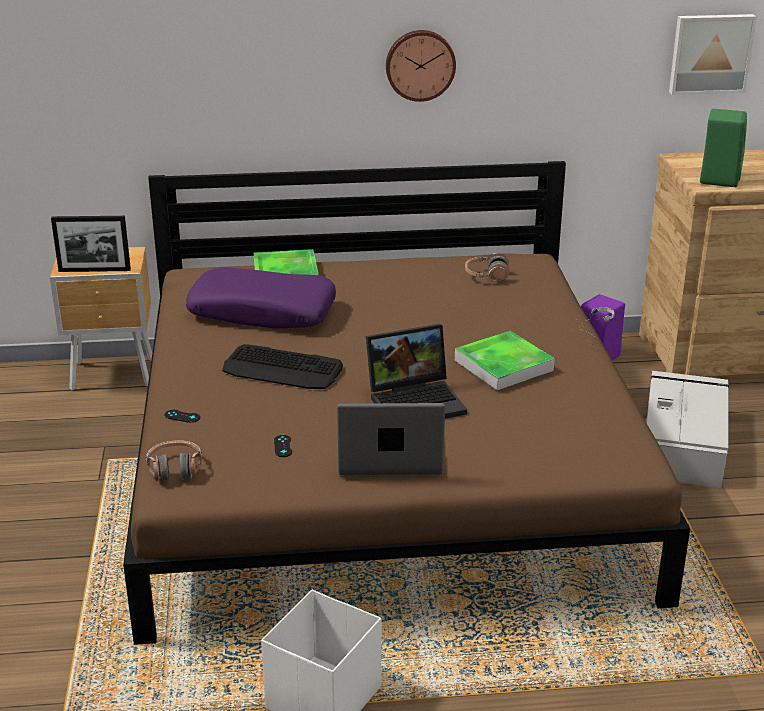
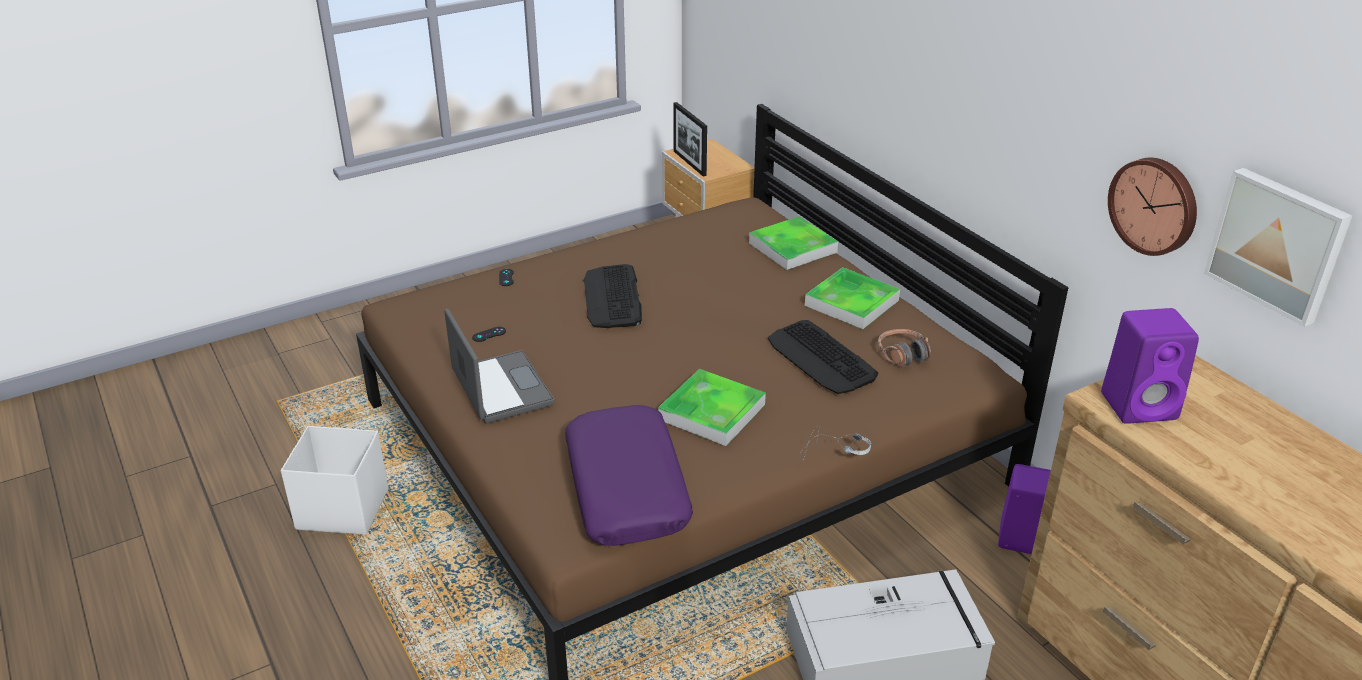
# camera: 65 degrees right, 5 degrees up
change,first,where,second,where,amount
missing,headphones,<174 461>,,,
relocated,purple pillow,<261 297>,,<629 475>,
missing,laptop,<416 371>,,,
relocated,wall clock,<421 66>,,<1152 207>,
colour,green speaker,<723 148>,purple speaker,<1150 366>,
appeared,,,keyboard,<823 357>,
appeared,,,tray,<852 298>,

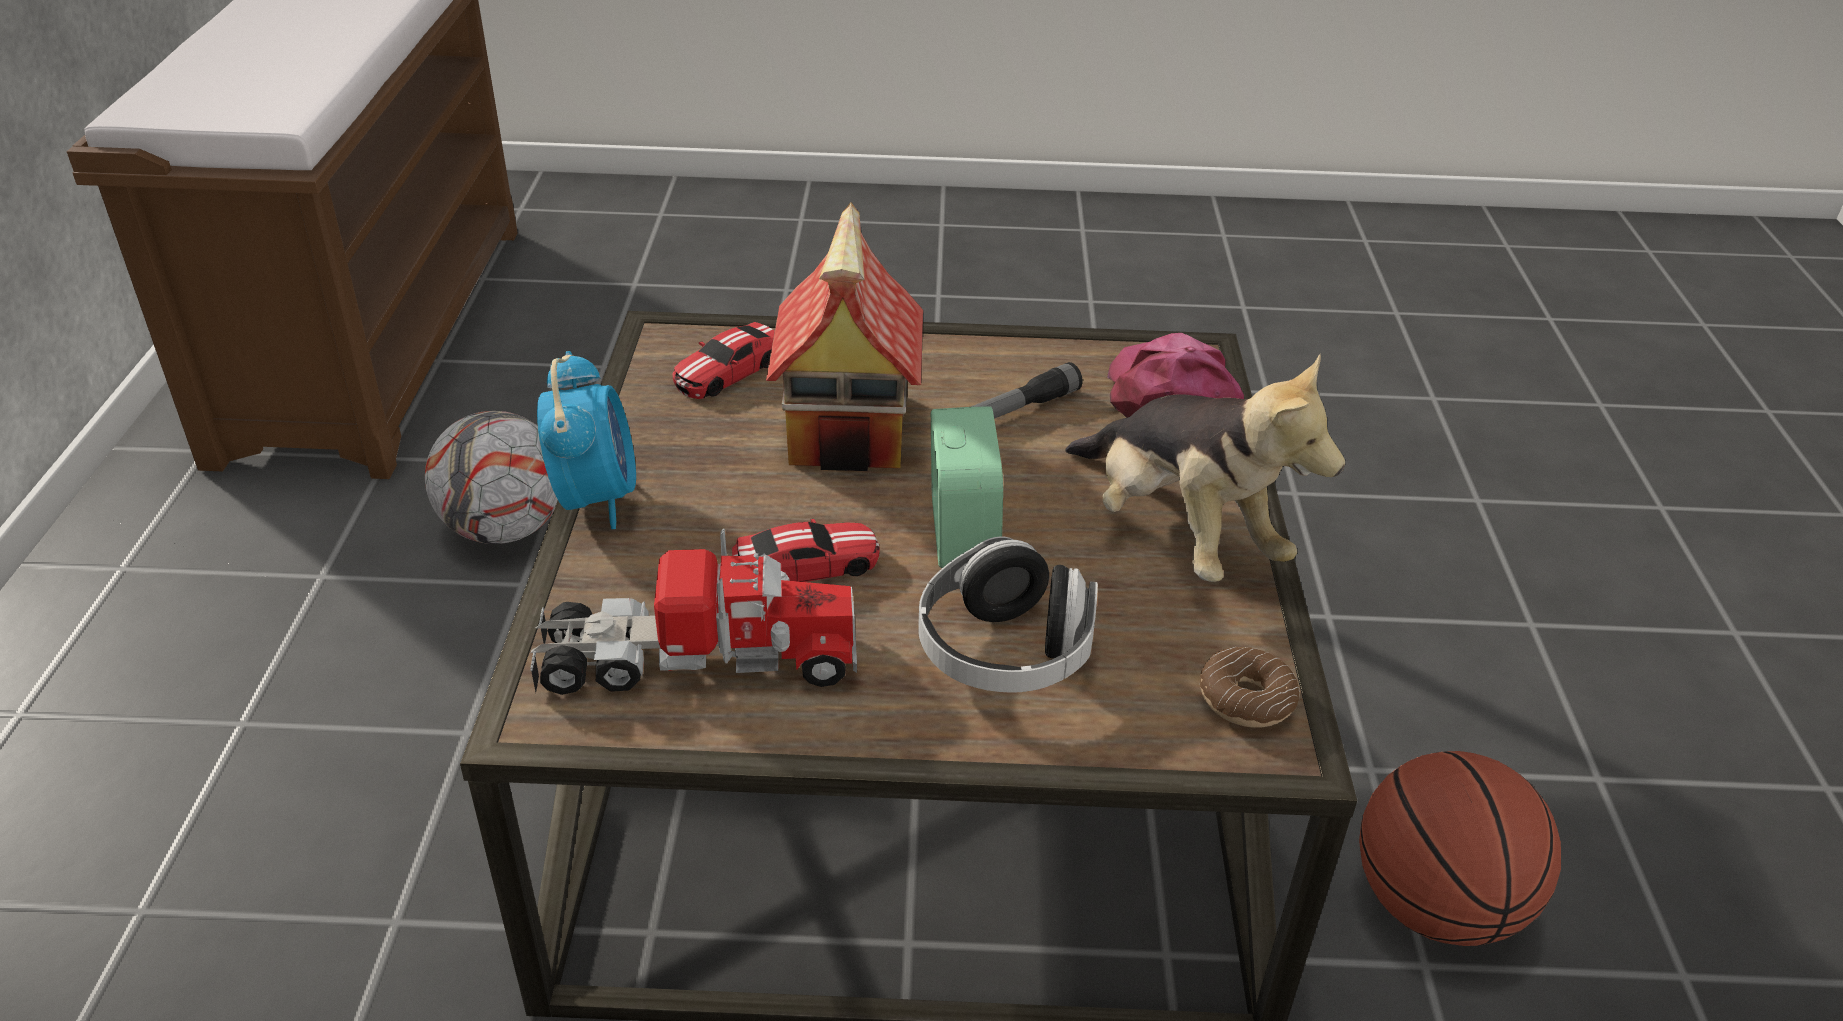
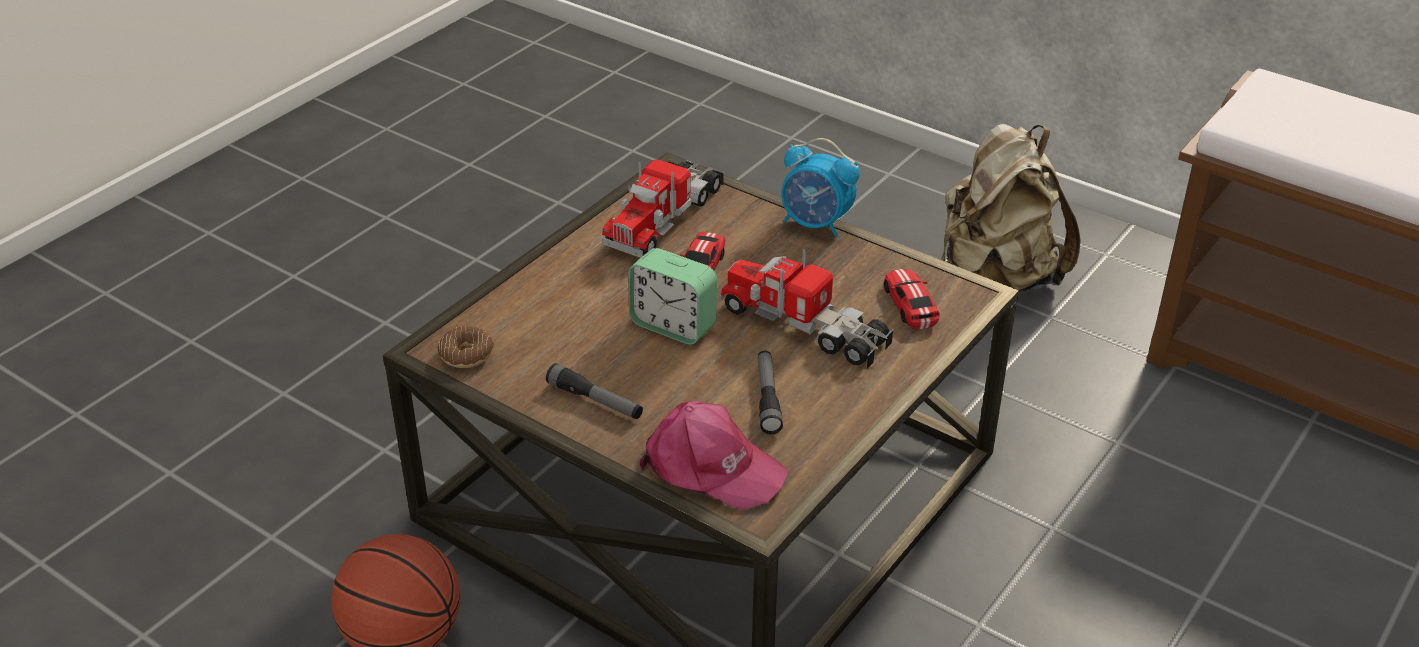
# camera: 125 degrees right, 0 degrees up
change,first,where,second,where,amount
missing,football,<491 477>,,,
exchanged,toy house,<844 337>,toy truck,<806 309>,
missing,headphones,<1008 614>,,,
exchanged,plush toy,<1205 468>,flashlight,<594 391>,
appeared,,,beige backpack,<1011 208>,

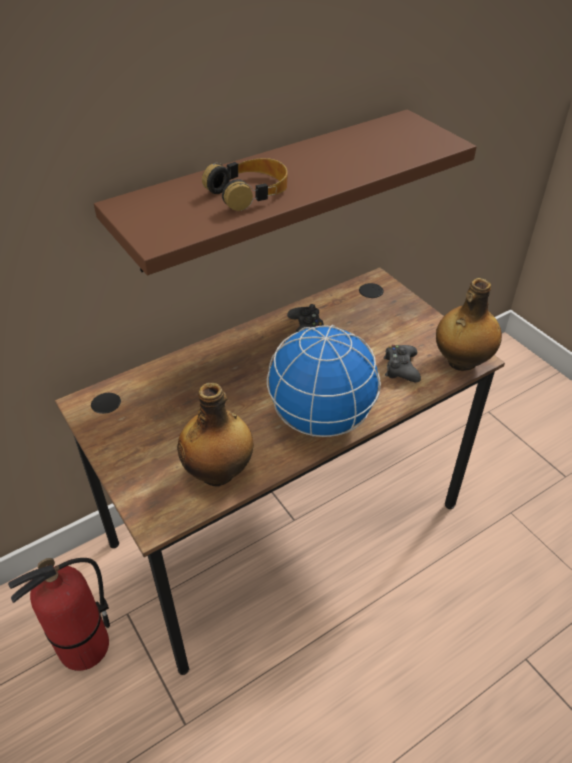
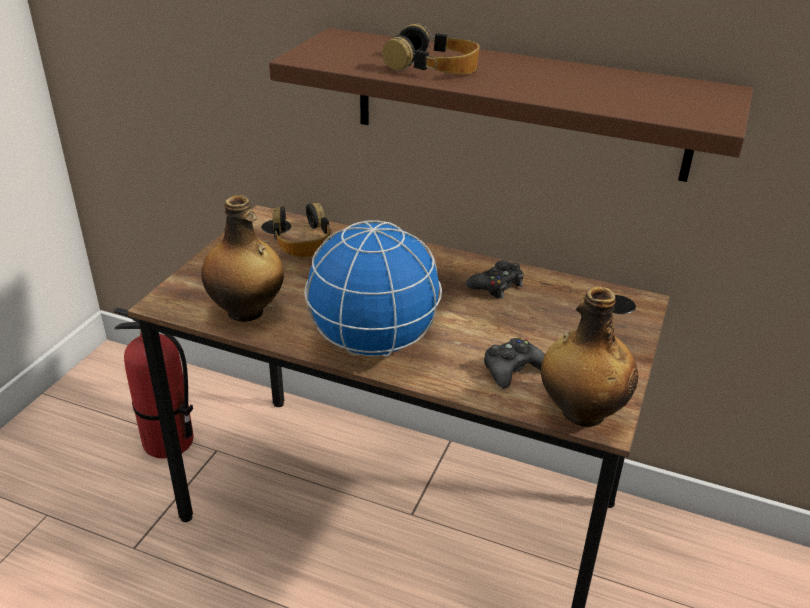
# camera: 55 degrees right, 10 degrees down
change,first,where,second,where,amount
appeared,,,headphones,<301 230>,

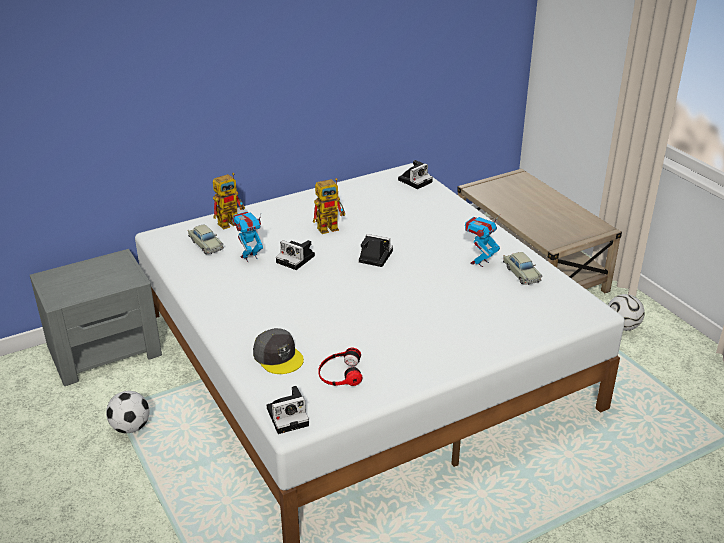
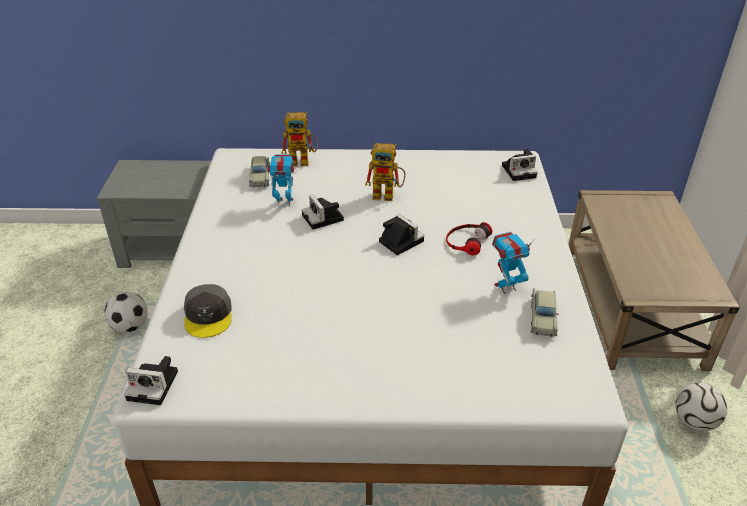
# camera: 30 degrees right, 5 degrees up
change,first,where,second,where,amount
relocated,headphones,<340 367>,,<469 238>,

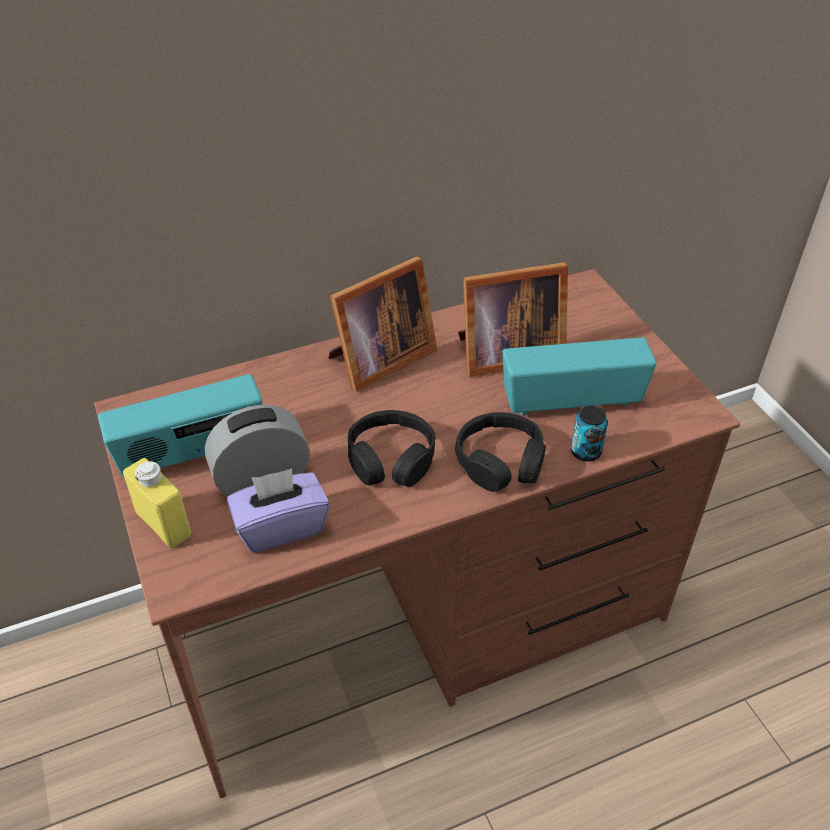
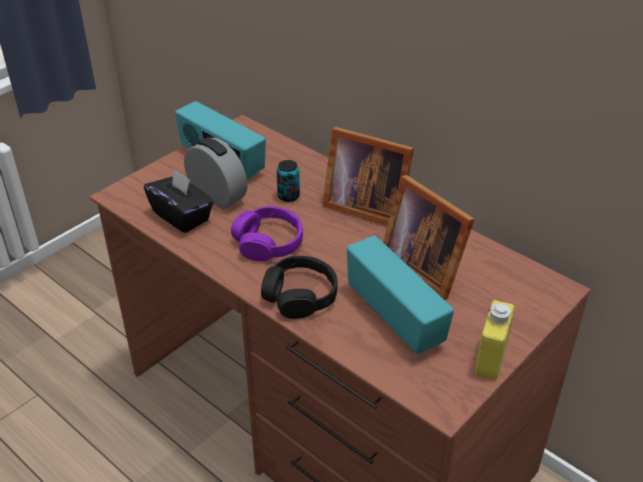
# camera: 65 degrees right, 5 degrees down
change,first,where,second,where,amount
relocated,yellow bottle,<157 503>,,<495 340>,
colour,purple tissue box,<278 511>,black tissue box,<179 200>,
colour,black headphones,<391 448>,purple headphones,<267 233>,
relocated,can,<589 434>,,<288 181>,

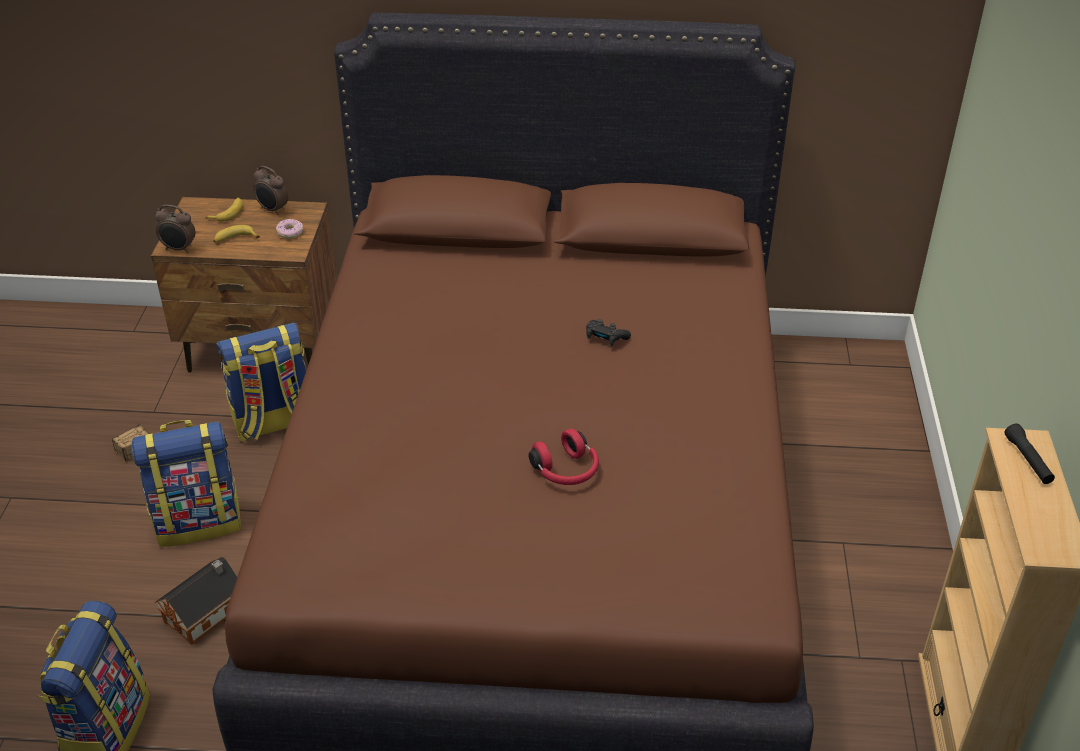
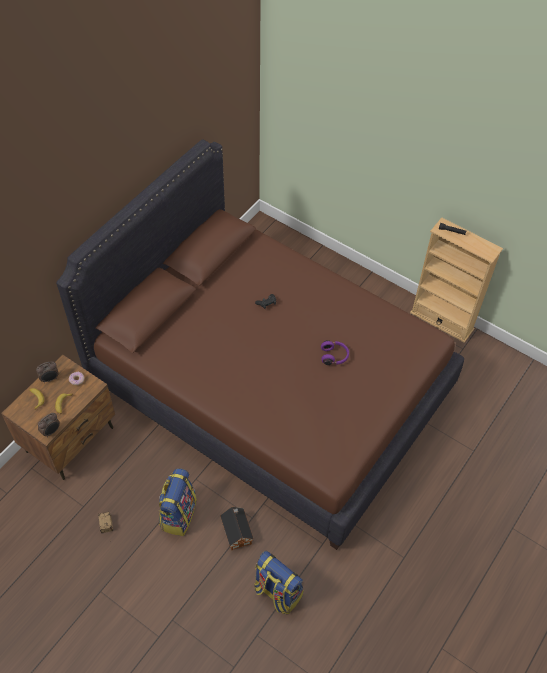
# camera: 60 degrees left, 15 degrees up
change,first,where,second,where,amount
missing,backpack,<261 382>,,,
colour,red headphones,<564 457>,purple headphones,<335 352>,

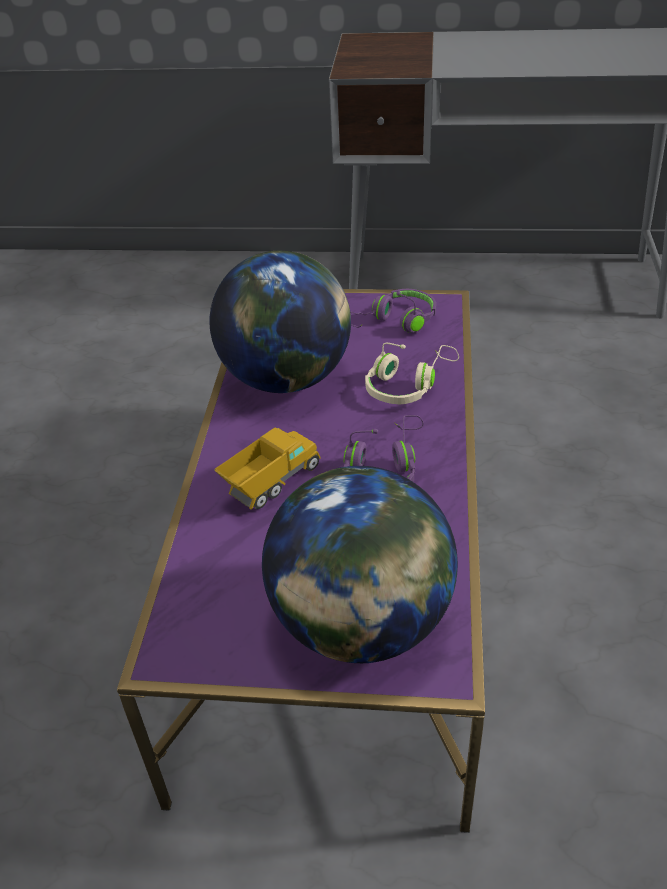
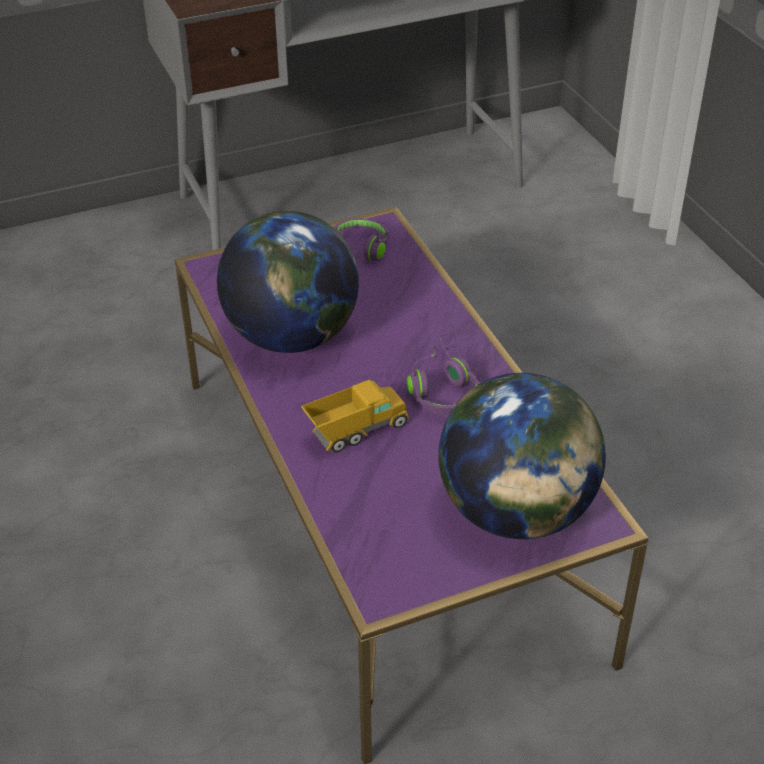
# camera: 30 degrees left, 0 degrees up
change,first,where,second,where,amount
spun,toy truck,<267 468>,,<355 416>,45 degrees clockwise
missing,beige headphones,<412 373>,,,

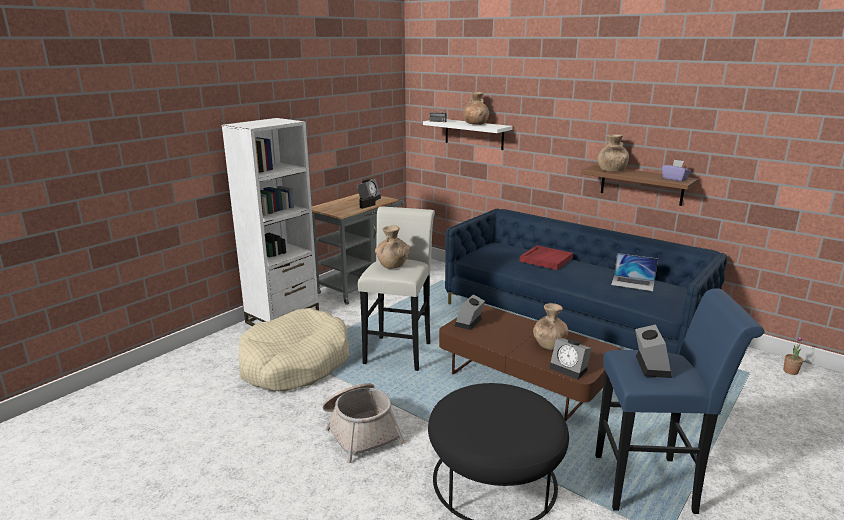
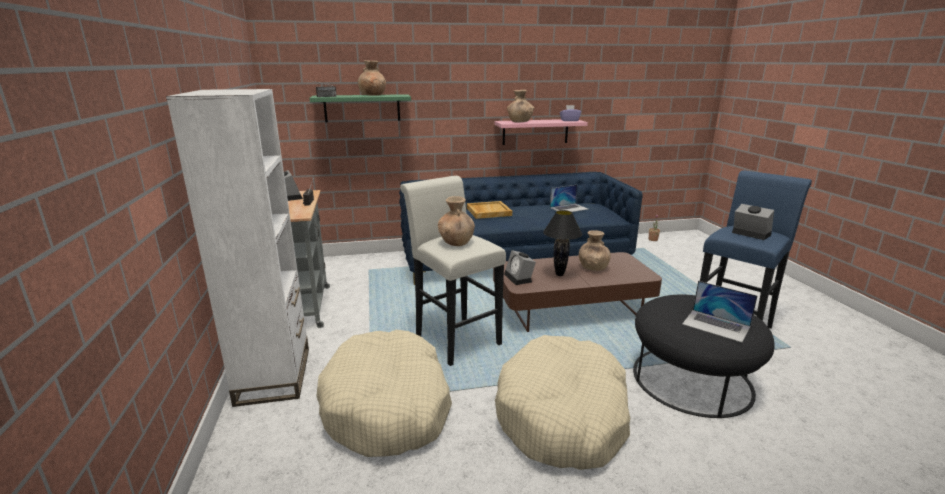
# camera: 50 degrees left, 0 degrees up
change,first,where,second,where,amount
exchanged,basket,<363 423>,beige dog bed,<562 402>,
colour,white shelf,<468 134>,green shelf,<360 108>,
colour,red tray,<546 257>,beige tray,<489 210>,
missing,alarm clock,<570 358>,,,
colour,brown shelf,<639 185>,pink shelf,<541 132>,
appeared,,,black table lamp,<562 243>,
appeared,,,laptop,<719 311>,

